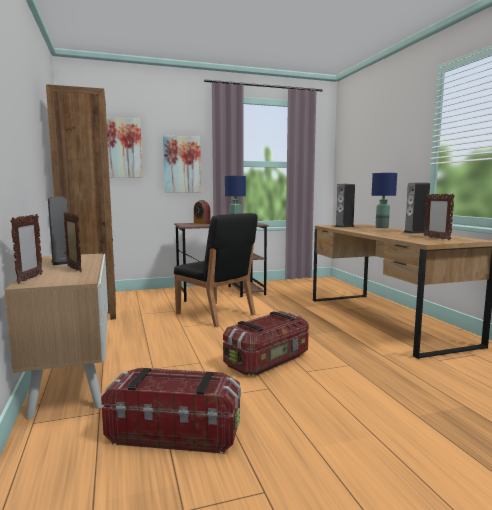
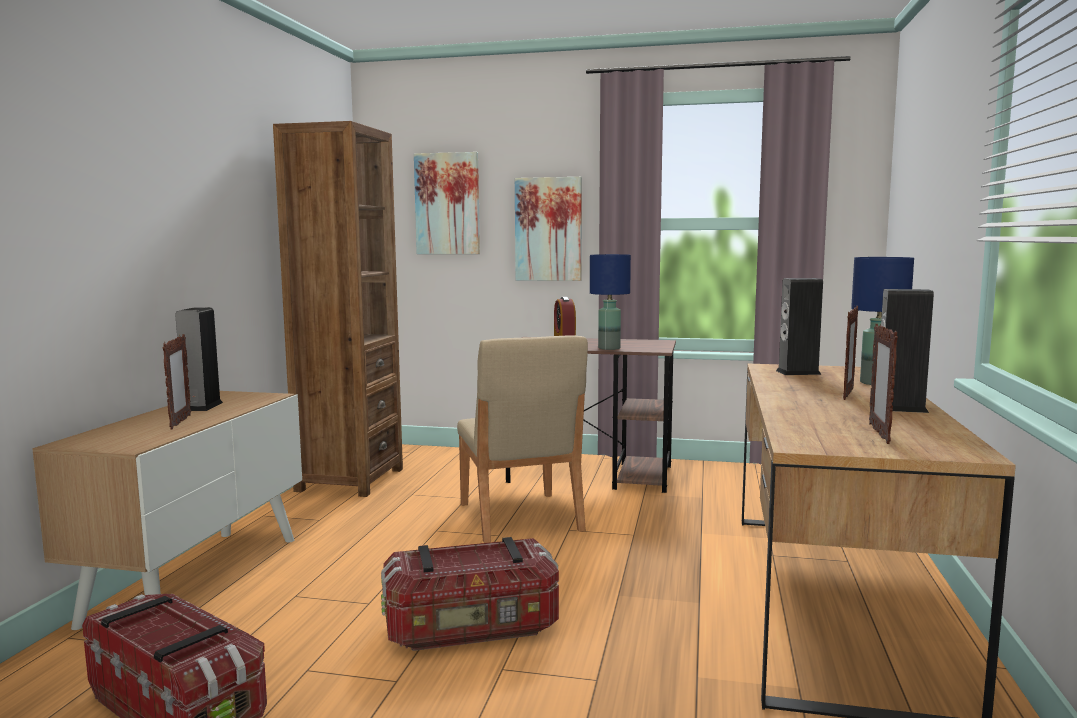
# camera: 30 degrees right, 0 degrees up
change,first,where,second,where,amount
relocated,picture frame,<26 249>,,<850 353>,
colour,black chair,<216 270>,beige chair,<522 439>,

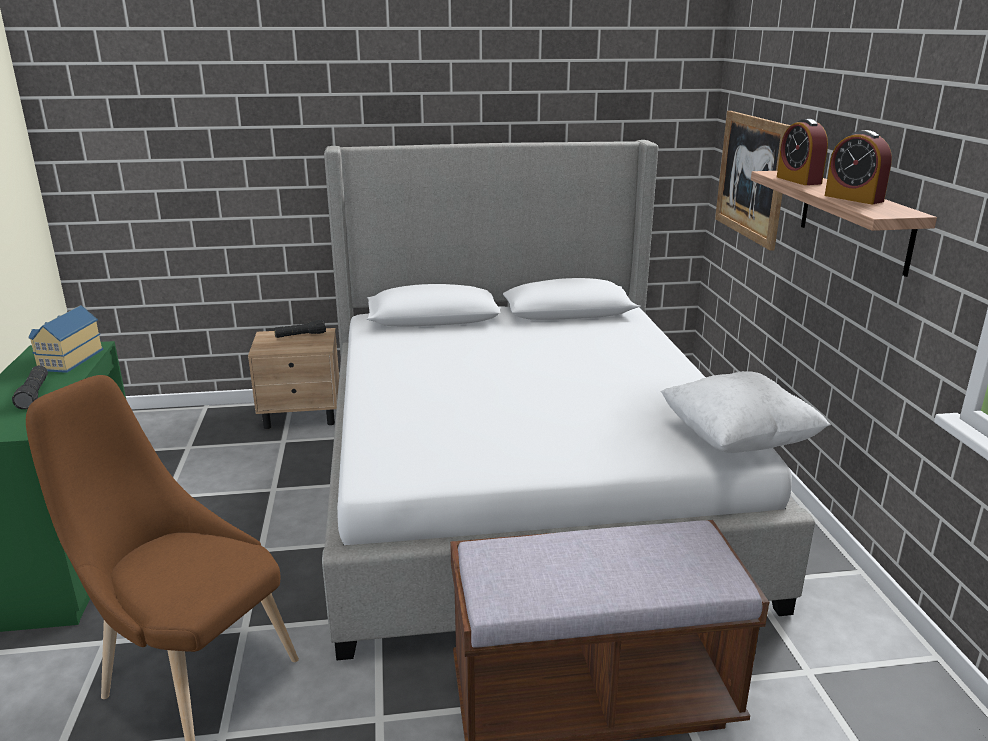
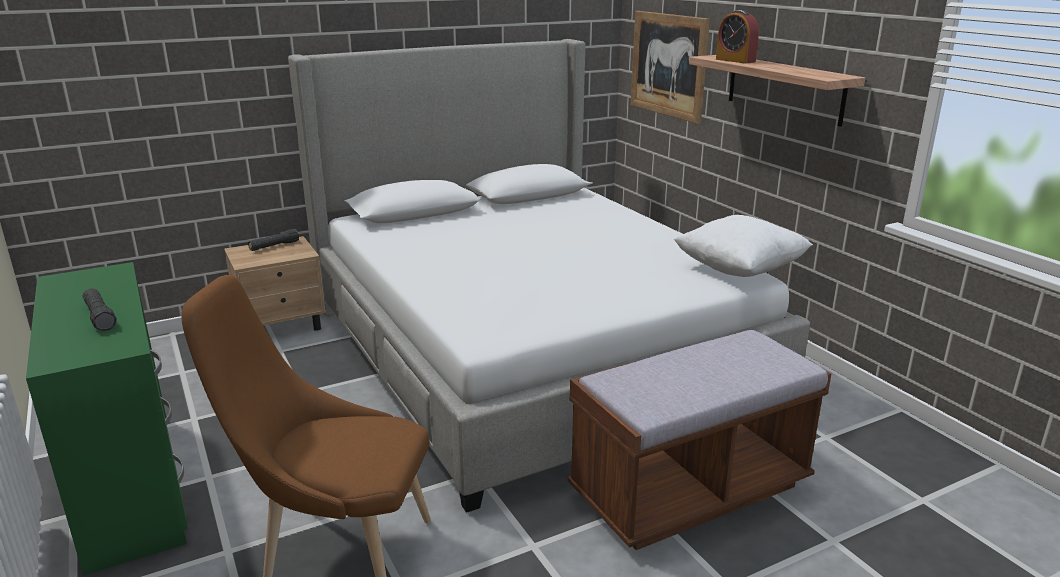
# camera: 20 degrees left, 0 degrees up
change,first,where,second,where,amount
missing,toy house,<65 339>,,,
missing,alarm clock,<858 167>,,,

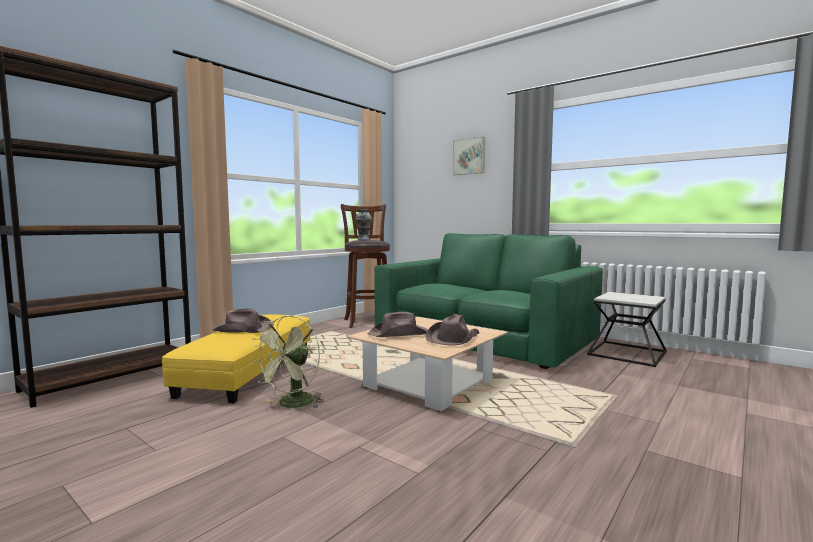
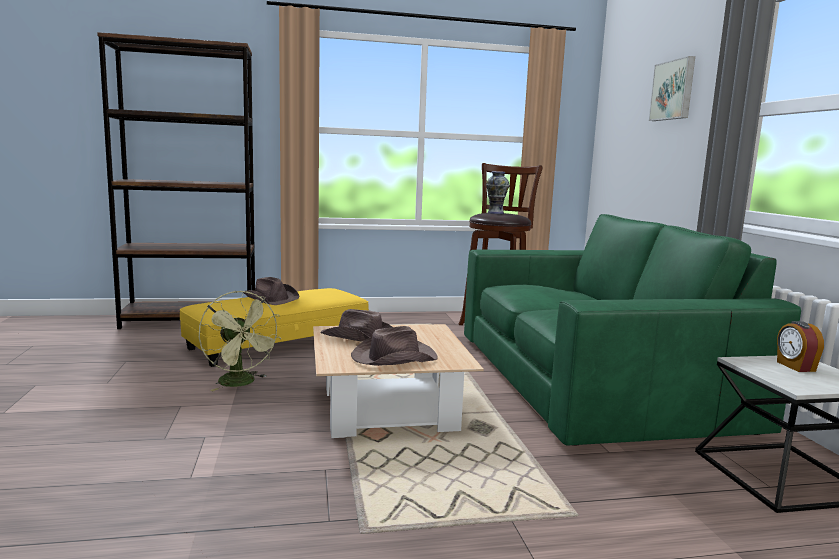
# camera: 40 degrees right, 5 degrees up
change,first,where,second,where,amount
spun,green fan,<287 362>,,<240 341>,105 degrees counterclockwise
appeared,,,alarm clock,<800 346>,

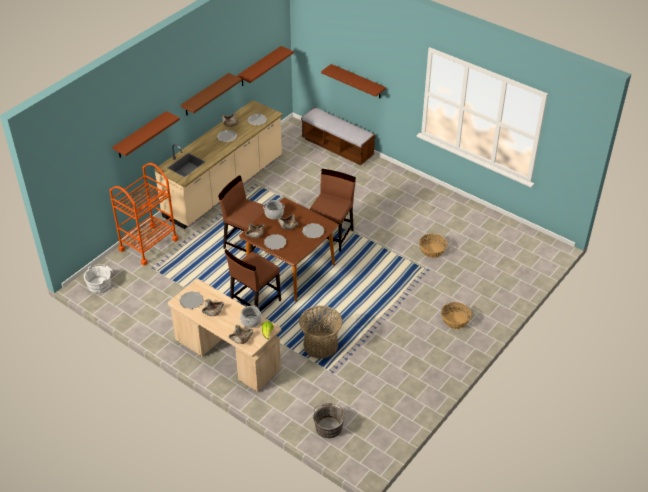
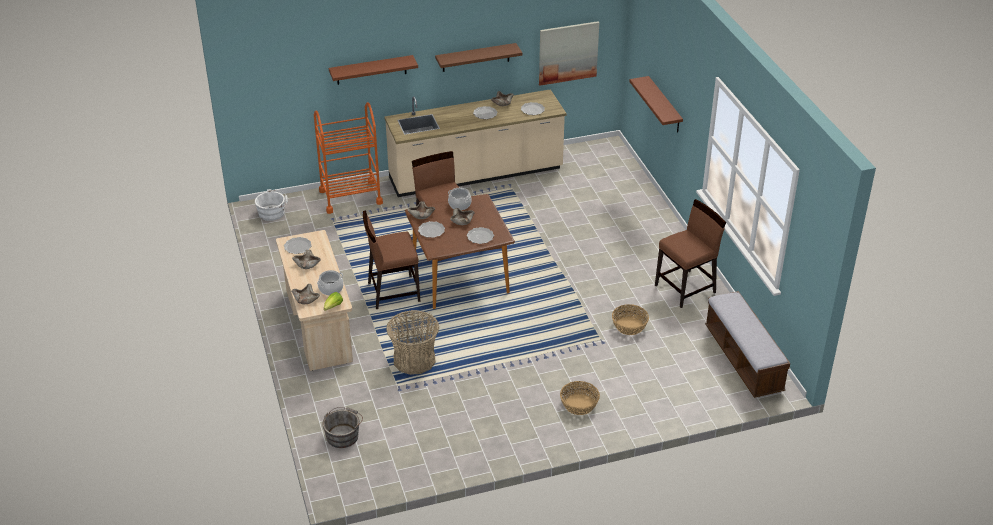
# camera: 35 degrees right, 5 degrees down
change,first,where,second,where,amount
exchanged,brown shelf,<265 66>,picture,<569 53>,
relocated,bench,<338 136>,,<747 344>,
relocated,brown chair,<333 210>,,<690 253>,

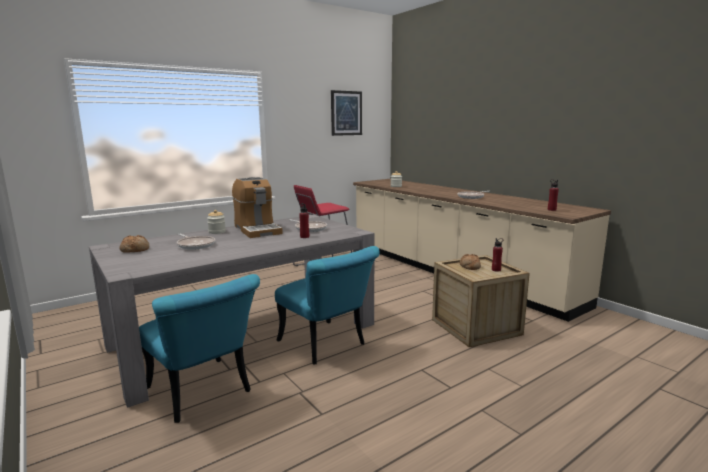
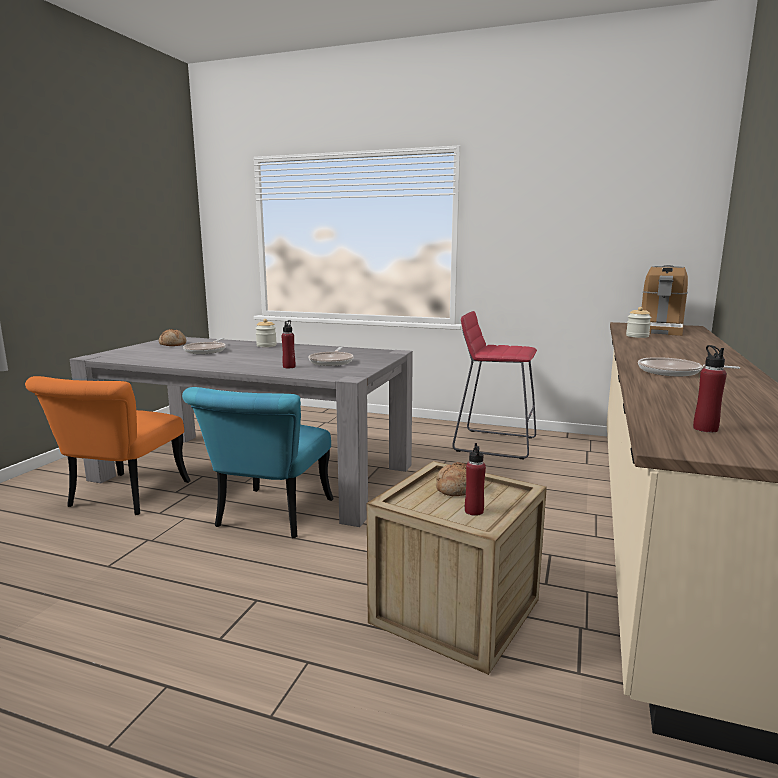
# camera: 55 degrees right, 0 degrees up
change,first,where,second,where,amount
colour,turquoise chair,<199 348>,orange chair,<108 445>,
relocated,coffee machine,<257 207>,,<665 300>,
missing,picture,<346 113>,,,

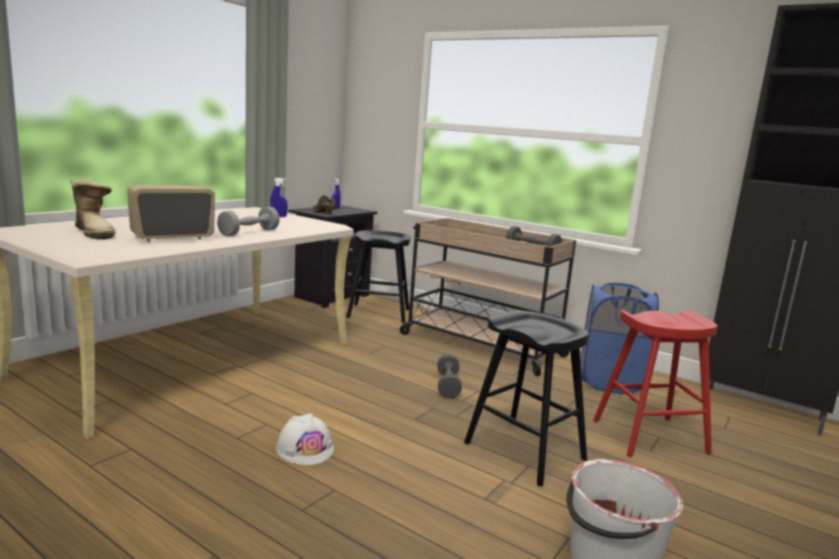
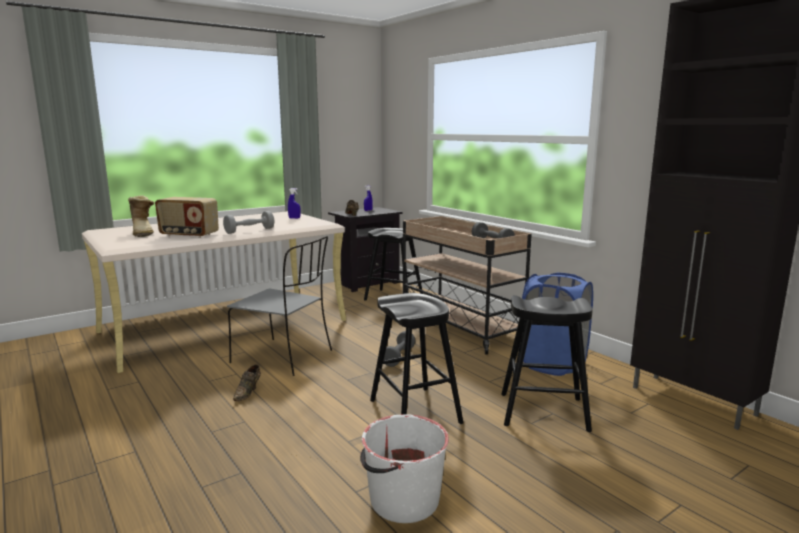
# camera: 20 degrees right, 0 degrees up
change,first,where,second,where,amount
spun,radio,<171 213>,,<187 217>,150 degrees counterclockwise
exchanged,white hard hat,<305 439>,brown shoe,<247 383>,
colour,red stool,<655 383>,black stool,<547 363>,
appeared,,,grey chair,<279 306>,

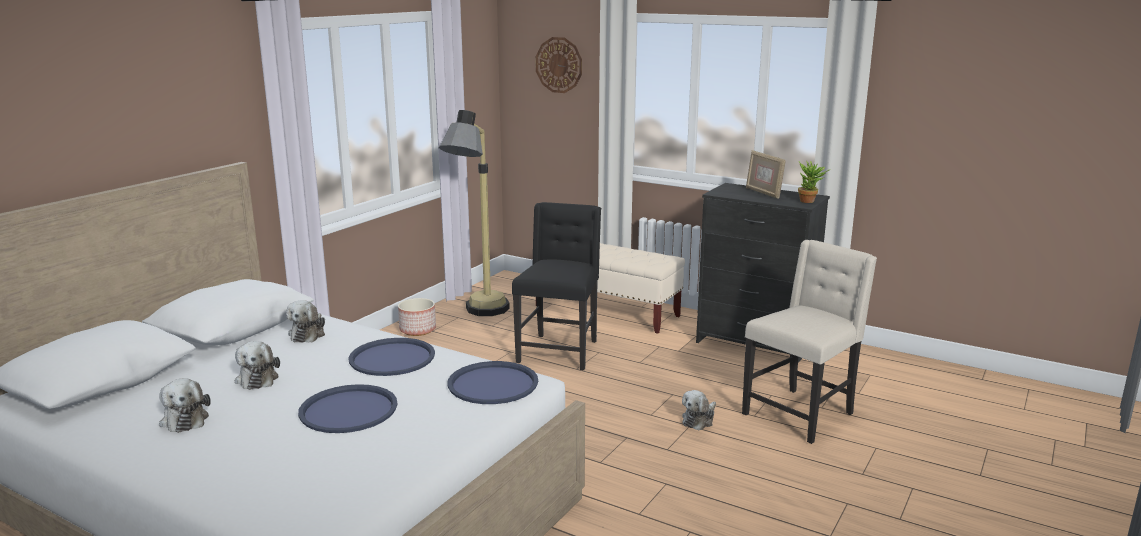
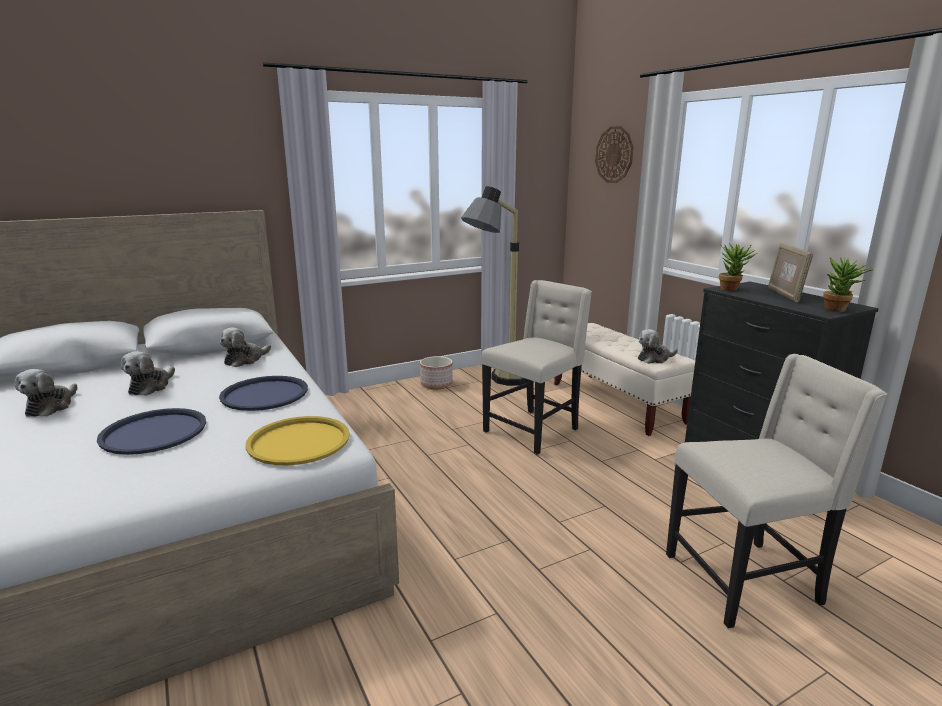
# camera: 30 degrees right, 0 degrees up
change,first,where,second,where,amount
colour,blue tray,<492 382>,yellow tray,<297 440>,
colour,black chair,<556 286>,beige chair,<536 367>,
relocated,plush toy,<699 410>,,<658 346>,
appeared,,,potted plant,<738 267>,

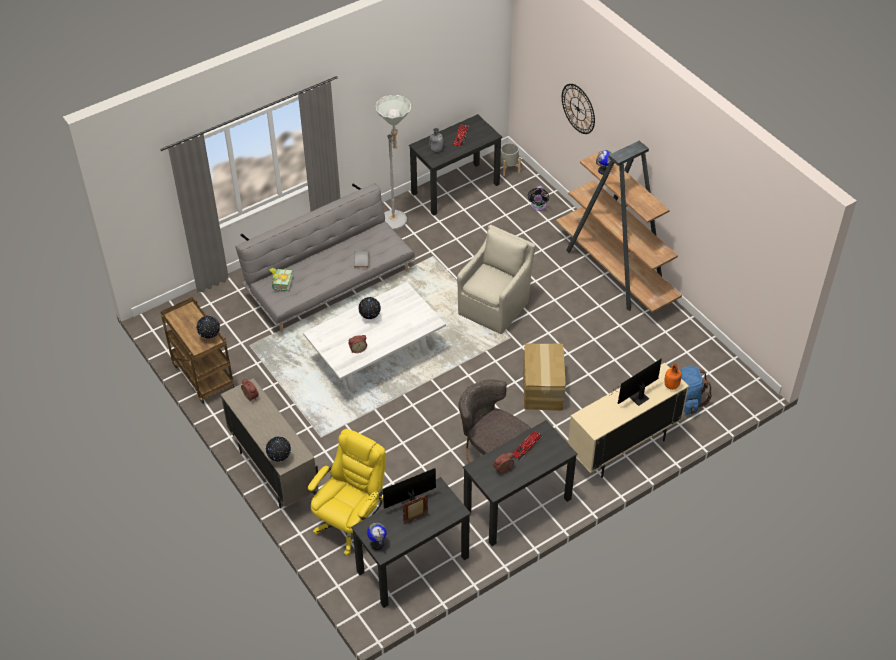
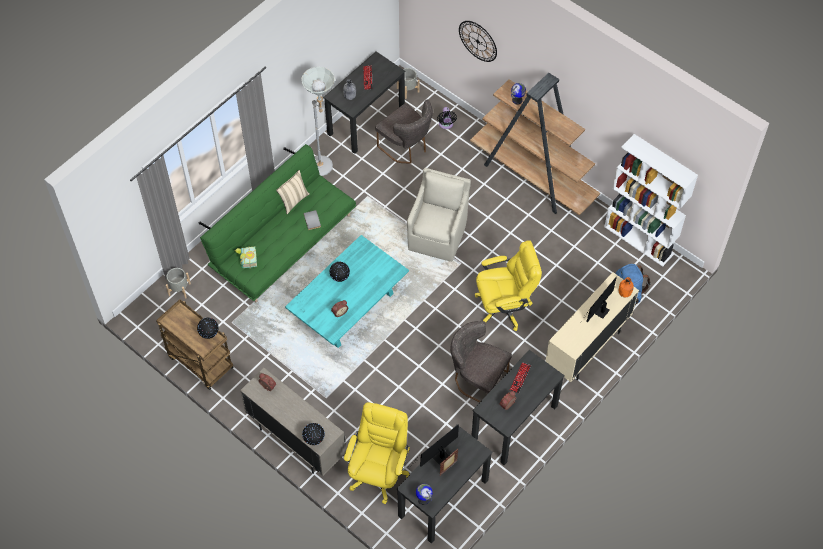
# camera: 15 degrees left, 10 degrees up
change,first,where,second,where,amount
colour,grey sofa,<325 257>,green sofa,<277 223>,
colour,white coffee table,<374 337>,turquoise coffee table,<347 291>,
exchanged,cardboard box,<544 377>,yellow office chair,<508 285>,
appeared,,,grey planter,<178 283>,
appeared,,,beige pillow,<293 192>,
appeared,,,grey chair,<404 132>,
appeared,,,white bookcase,<651 200>,

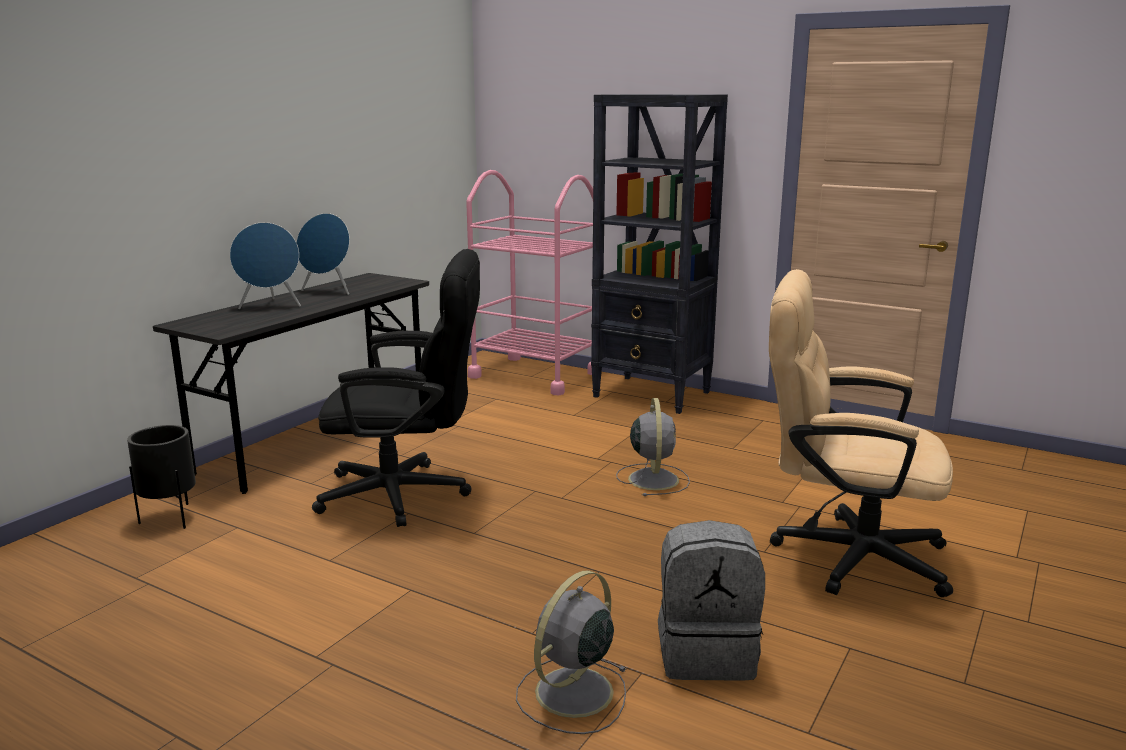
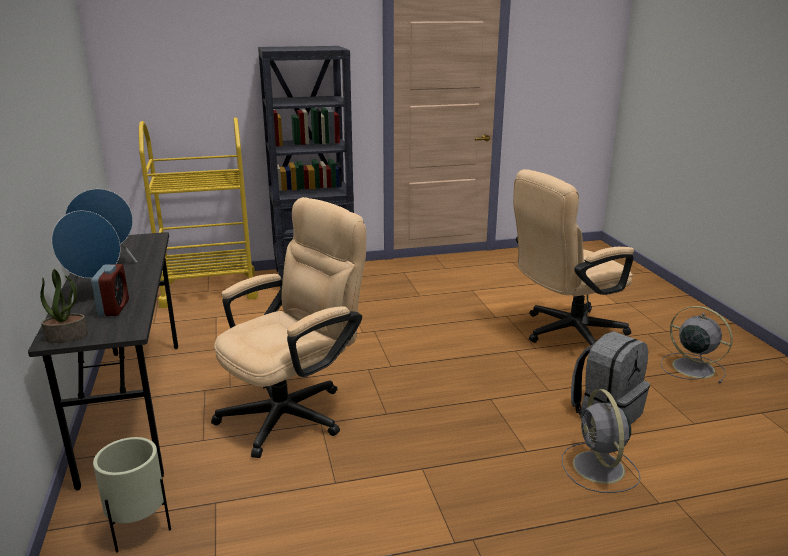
# camera: 45 degrees left, 5 degrees up
change,first,where,second,where,amount
colour,black planter,<161 477>,beige planter,<132 495>,
colour,black office chair,<396 388>,beige office chair,<288 327>,
colour,pink cart,<529 282>,yellow cart,<198 212>,
relocated,grey fan,<653 447>,,<697 344>,
appeared,,,potted plant,<64 306>,
appeared,,,alarm clock,<110 290>,

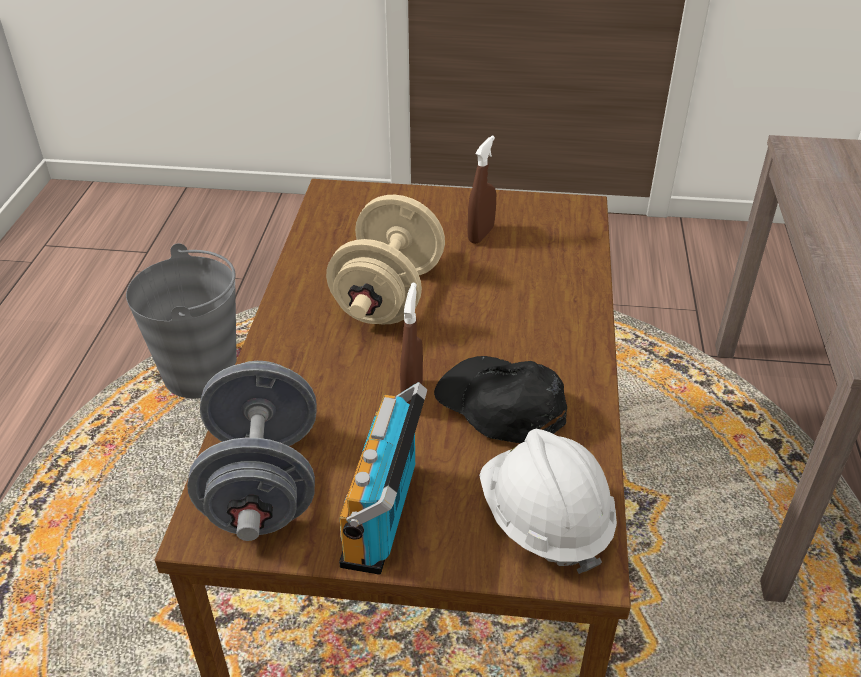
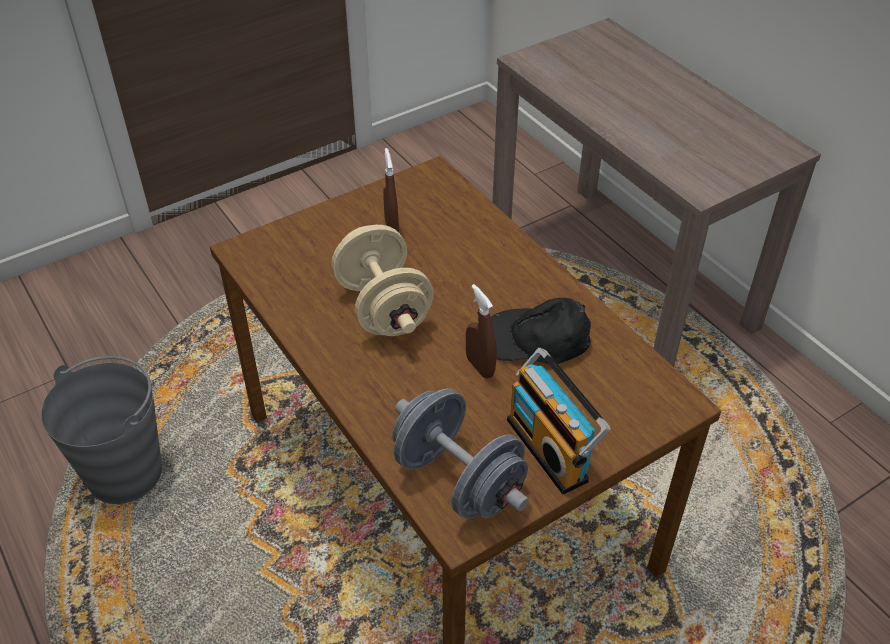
# camera: 40 degrees left, 5 degrees up
change,first,where,second,where,amount
missing,white hard hat,<548 501>,,,

